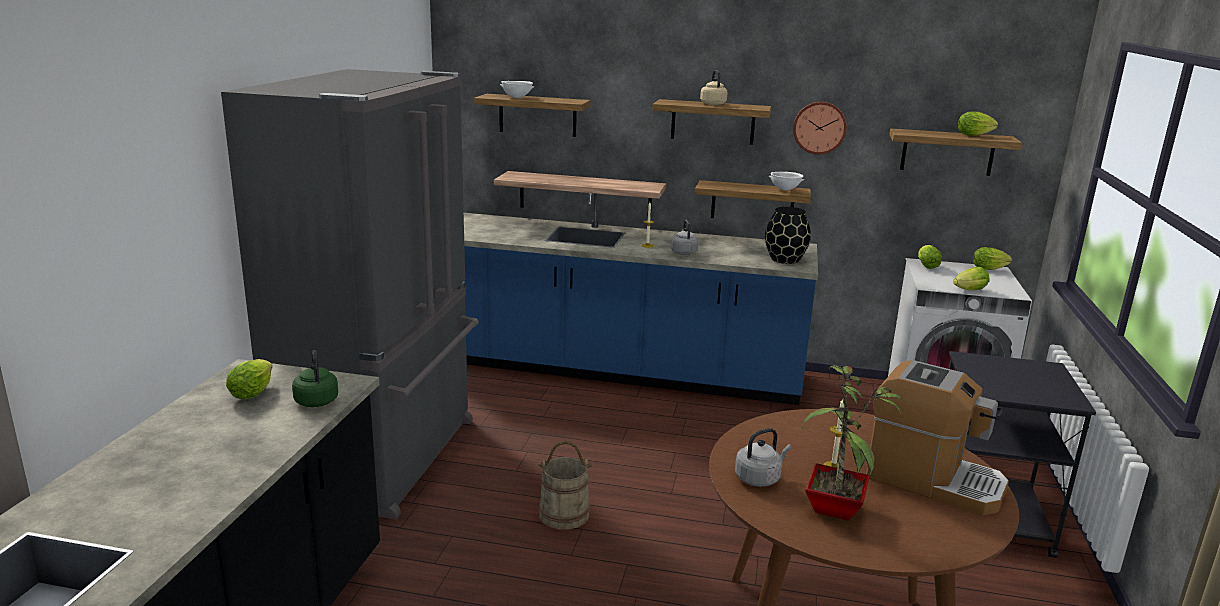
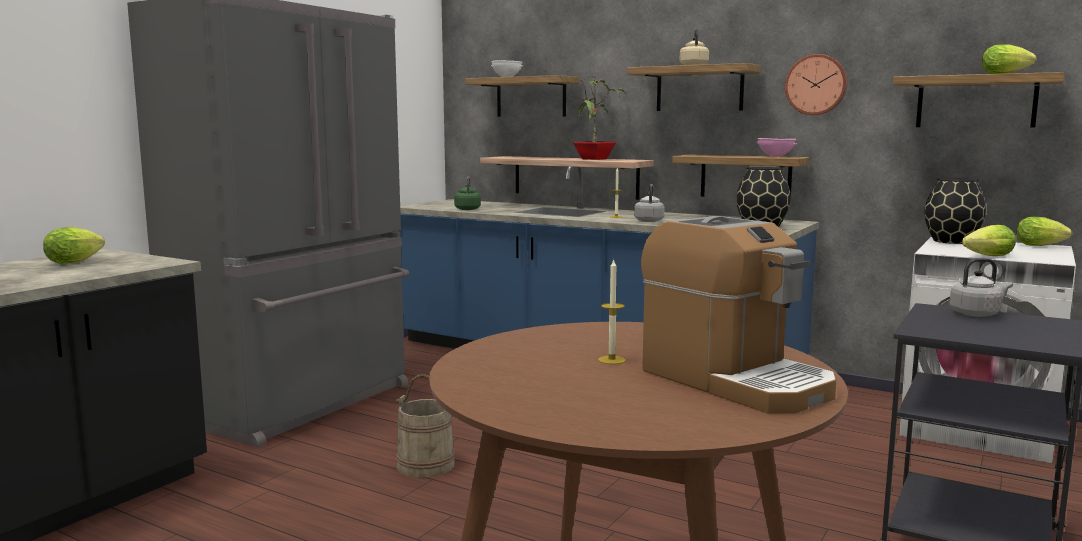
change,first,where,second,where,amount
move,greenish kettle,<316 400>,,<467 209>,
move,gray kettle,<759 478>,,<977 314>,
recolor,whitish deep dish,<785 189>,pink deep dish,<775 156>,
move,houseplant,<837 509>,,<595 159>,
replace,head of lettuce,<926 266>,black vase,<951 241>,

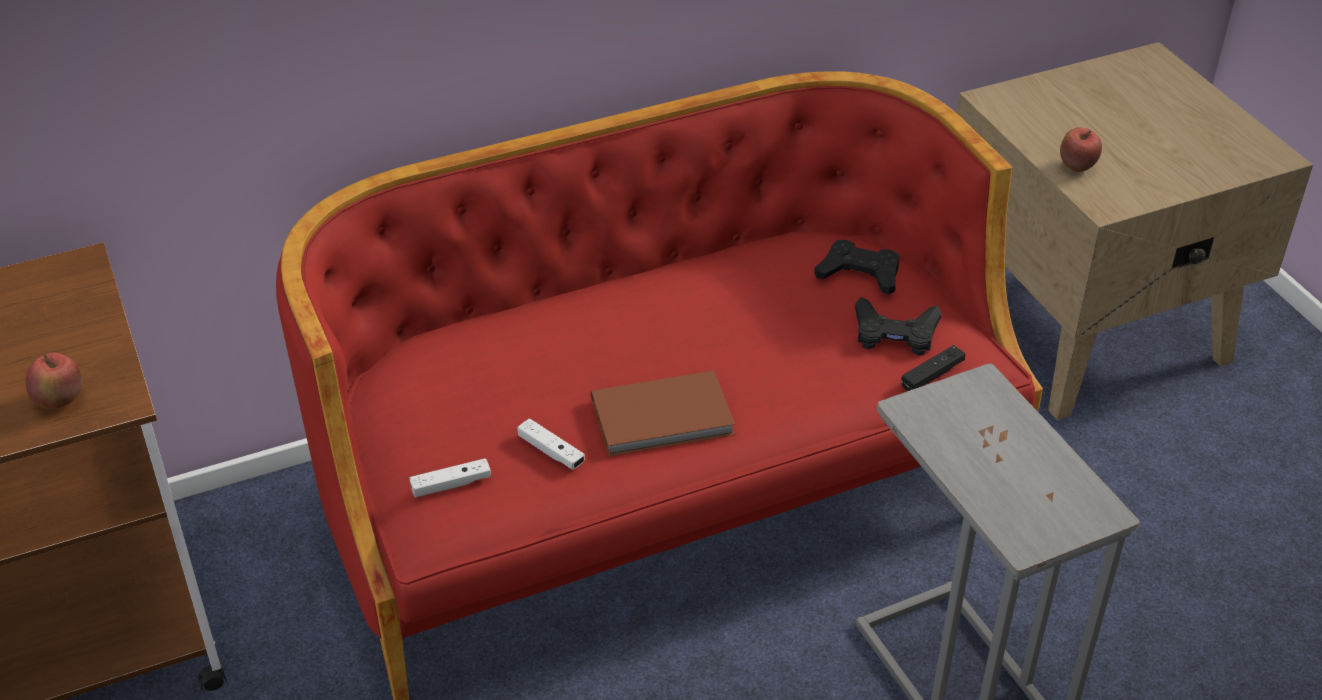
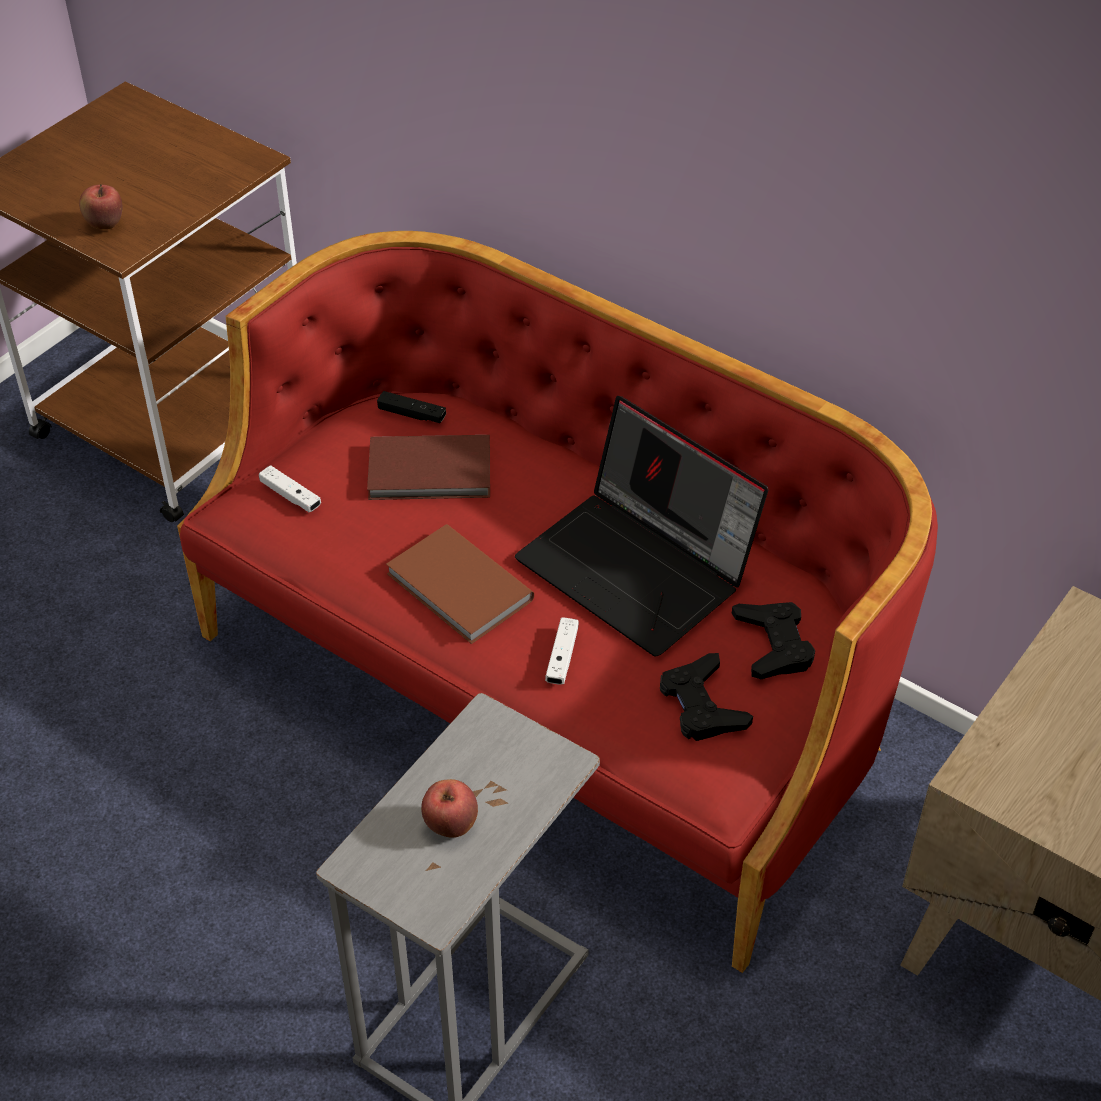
change,first,where,second,where,amount
move,whitish game controller,<551 451>,,<562 657>,
move,black game controller,<932 375>,,<412 414>,
move,apple fruit,<1076 167>,,<451 826>,
insert,,,brownish volume,<431 473>,
insert,,,portable computer,<639 568>,

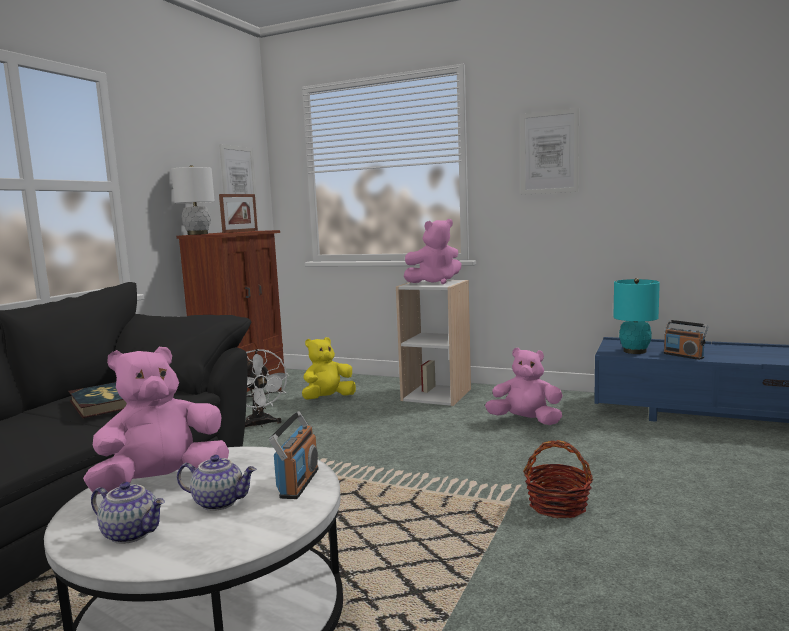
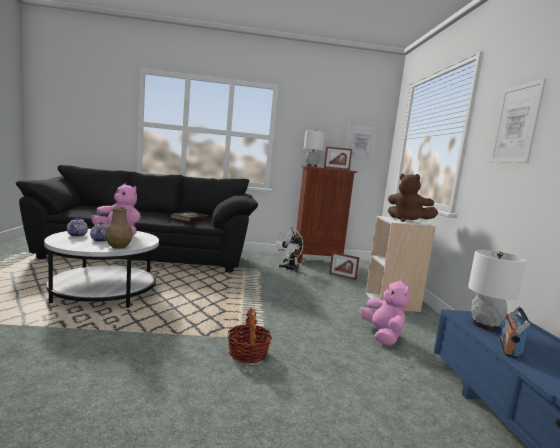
change,first,where,second,where,amount
replace,radio set,<298 483>,brownish vase,<119 247>,
replace,yellow-coloured cuddly toy,<328 399>,standing frame,<342 276>,
recolor,pink cuddly toy,<435 282>,brownish cuddly toy,<407 220>,
recolor,turquoise tabletop lamp,<635 351>,whitish tabletop lamp,<485 325>,

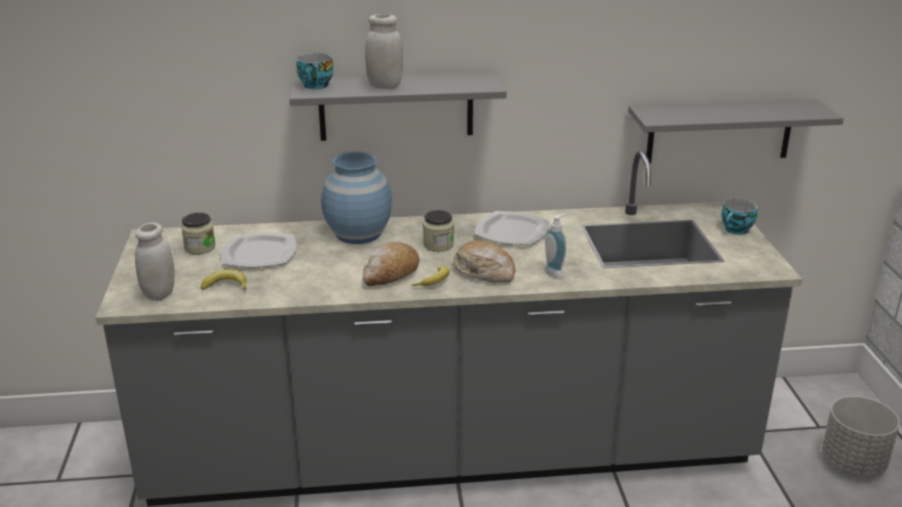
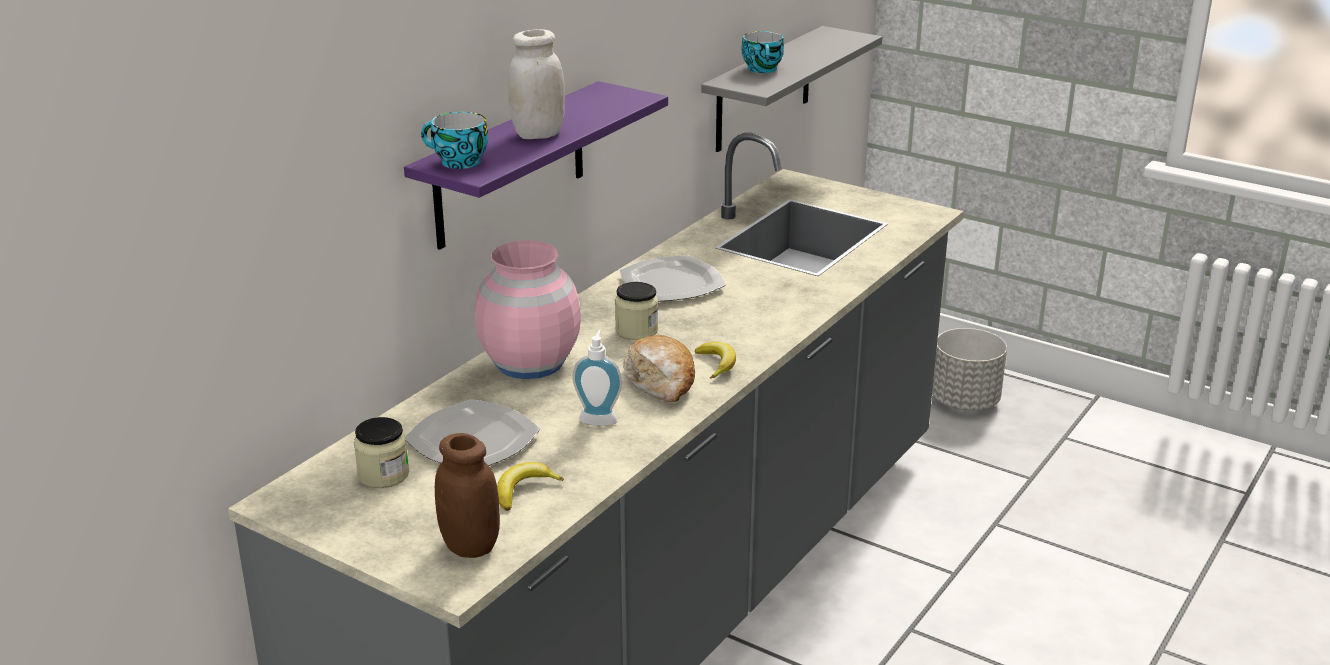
change,first,where,second,where,amount
recolor,whitish jar,<159 294>,brownish jar,<470 546>,
recolor,gray bracket shelf,<396 106>,purple bracket shelf,<510 165>,
recolor,bluish vase,<358 234>,pink vase,<530 363>,
delete,bread,<485 271>,,,
move,soap bottle,<556 273>,,<599 418>,
move,cup,<736 230>,,<763 69>,

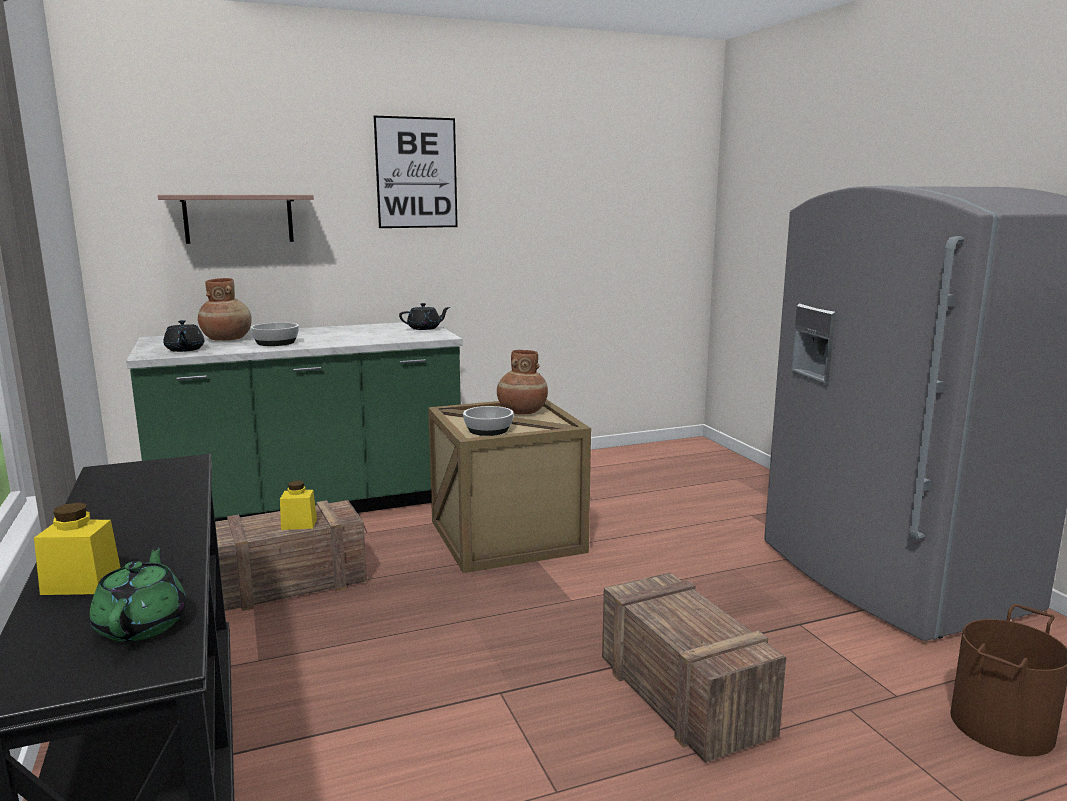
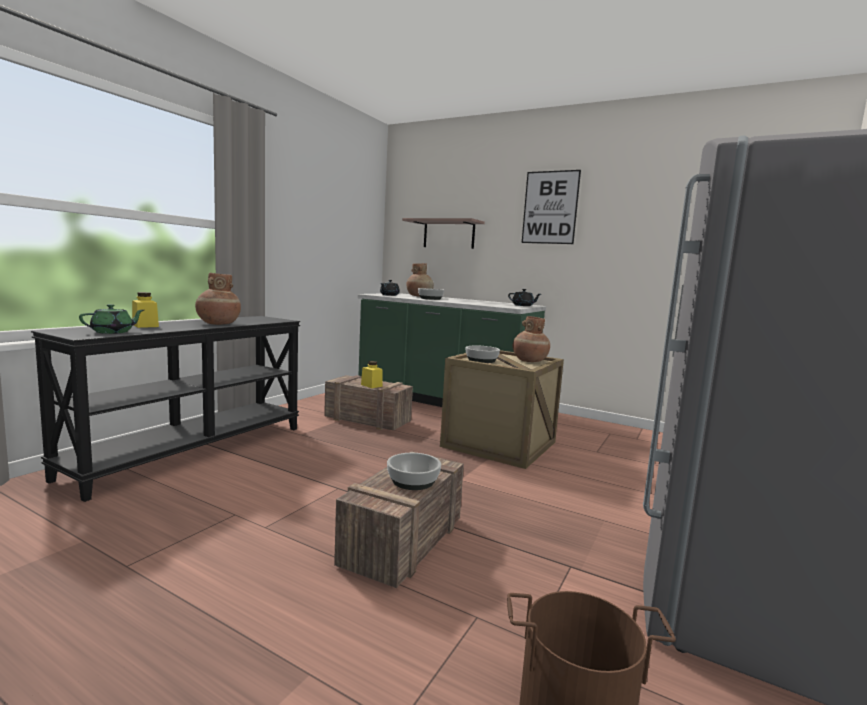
change,first,where,second,where,amount
insert,,,brownish vase,<218 324>,
insert,,,deep dish,<413 481>,

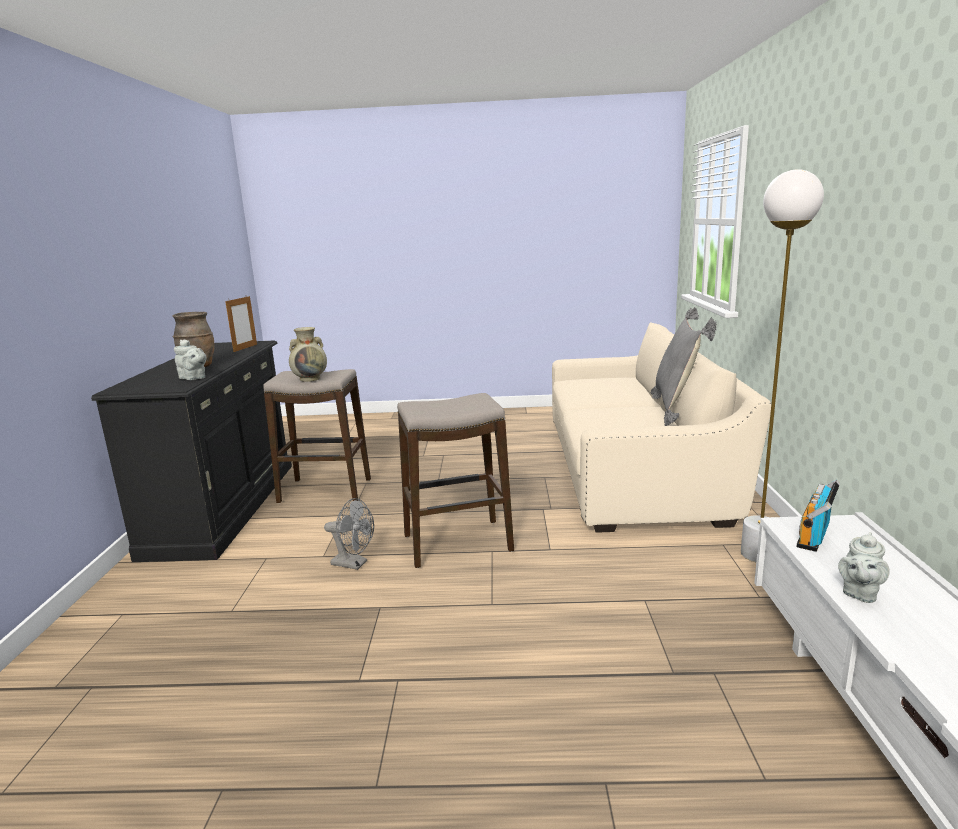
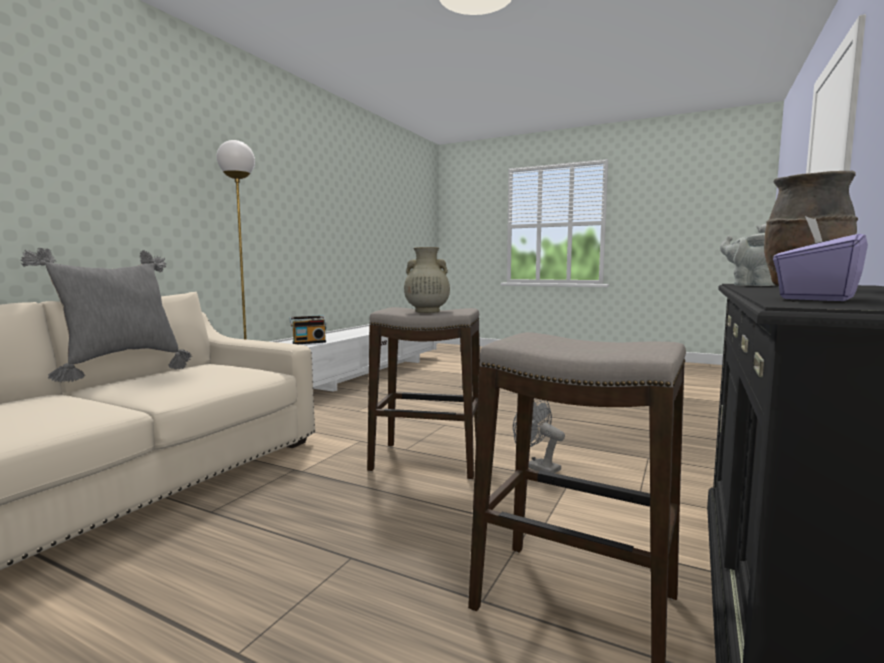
change,first,where,second,where,amount
replace,standing frame,<245 348>,purple box of tissues,<815 298>,
move,beige vase,<310 379>,,<426 311>,
delete,gray tea pot,<859 593>,,,

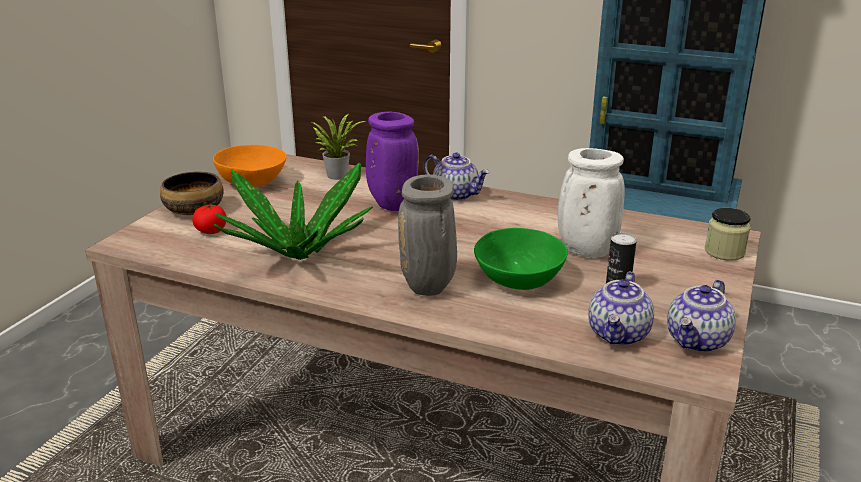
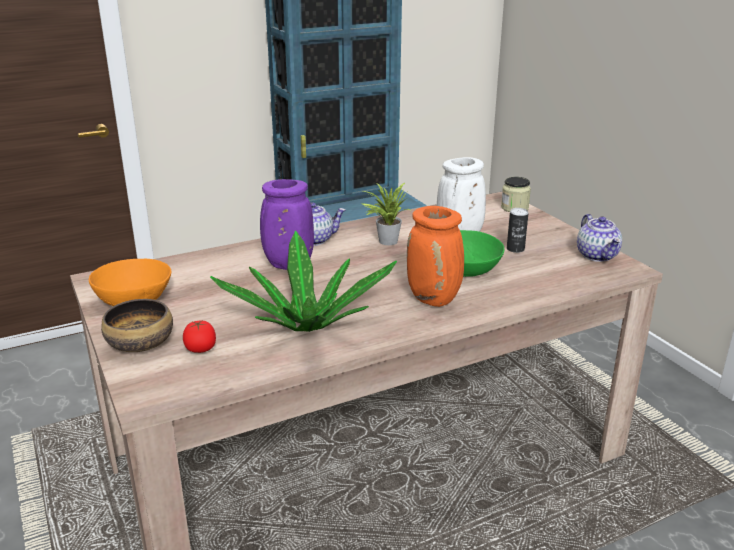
change,first,where,second,where,amount
move,houseplant,<337 174>,,<385 241>,
recolor,gray vase,<429 287>,orangey vase,<435 300>,
delete,tea pot,<619 334>,,,

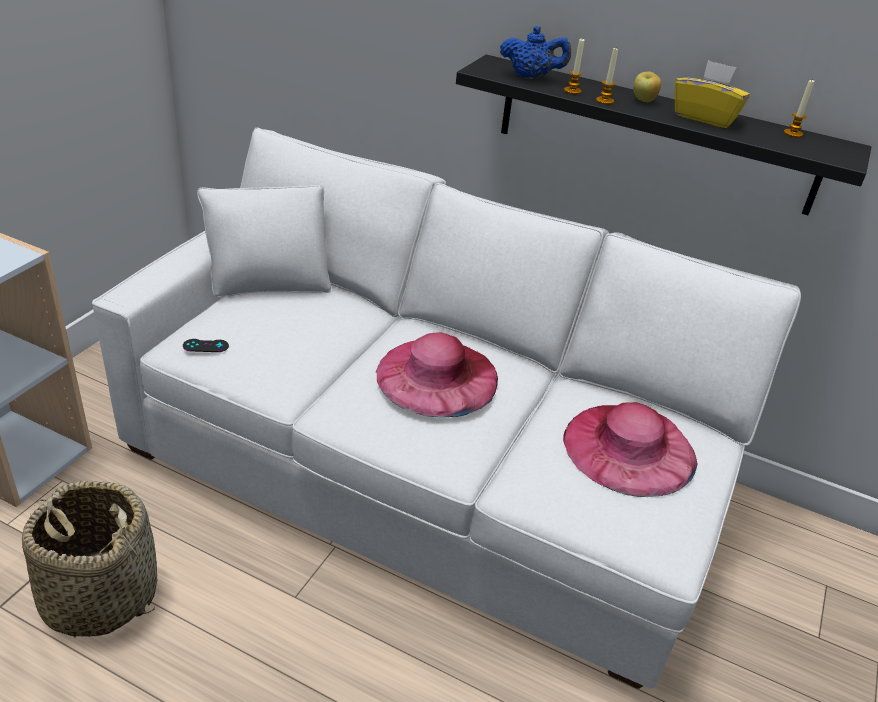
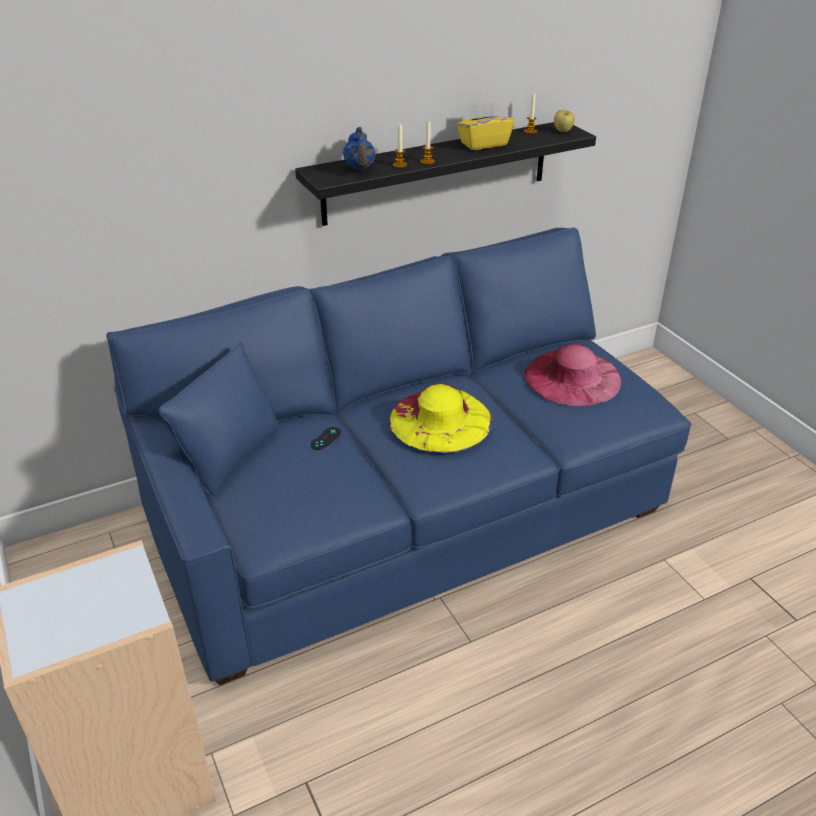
change,first,where,second,where,amount
delete,storage basket,<100 595>,,,
recolor,whitish sofa,<428 471>,bluish sofa,<408 512>,
move,black game controller,<205 346>,,<326 438>,
recolor,pink clothing hat,<437 376>,yellow-coloured clothing hat,<440 419>,
rotate,bluish tea pot,<531 77>,,<359 168>,120 degrees clockwise
move,apple fruit,<644 100>,,<562 131>,

